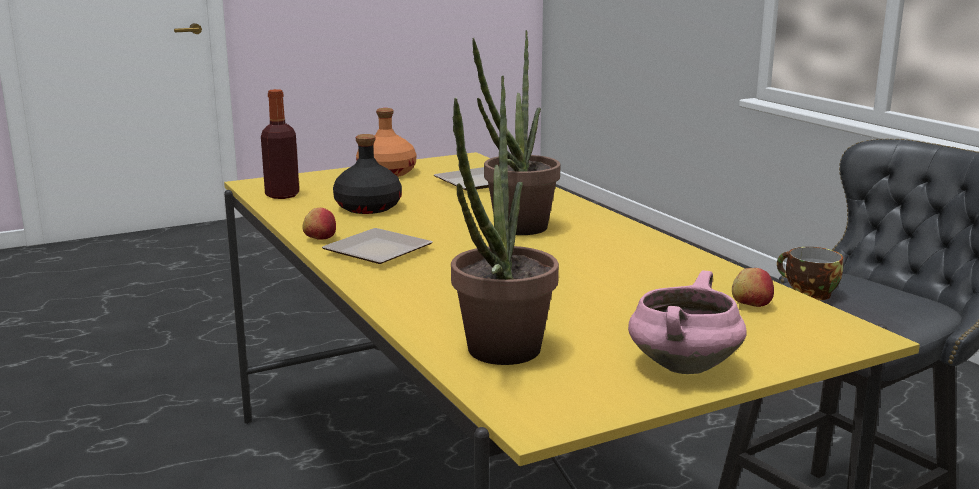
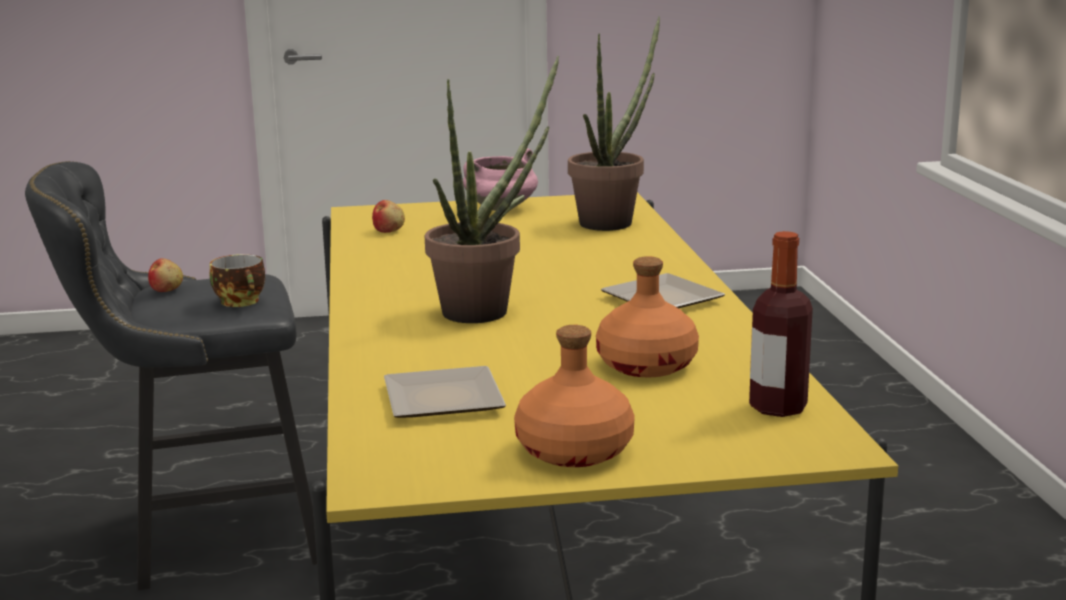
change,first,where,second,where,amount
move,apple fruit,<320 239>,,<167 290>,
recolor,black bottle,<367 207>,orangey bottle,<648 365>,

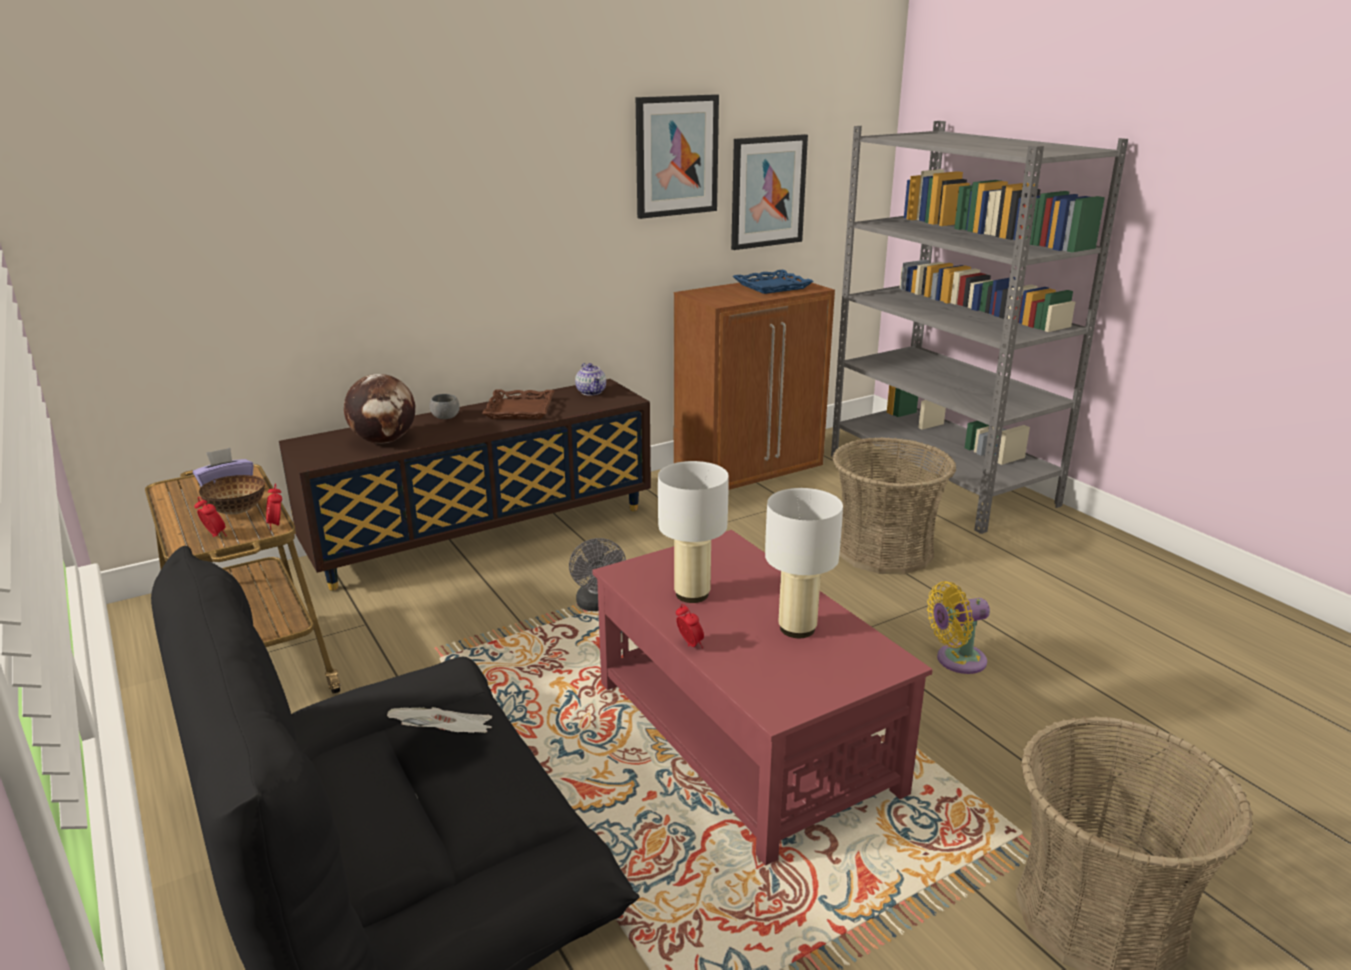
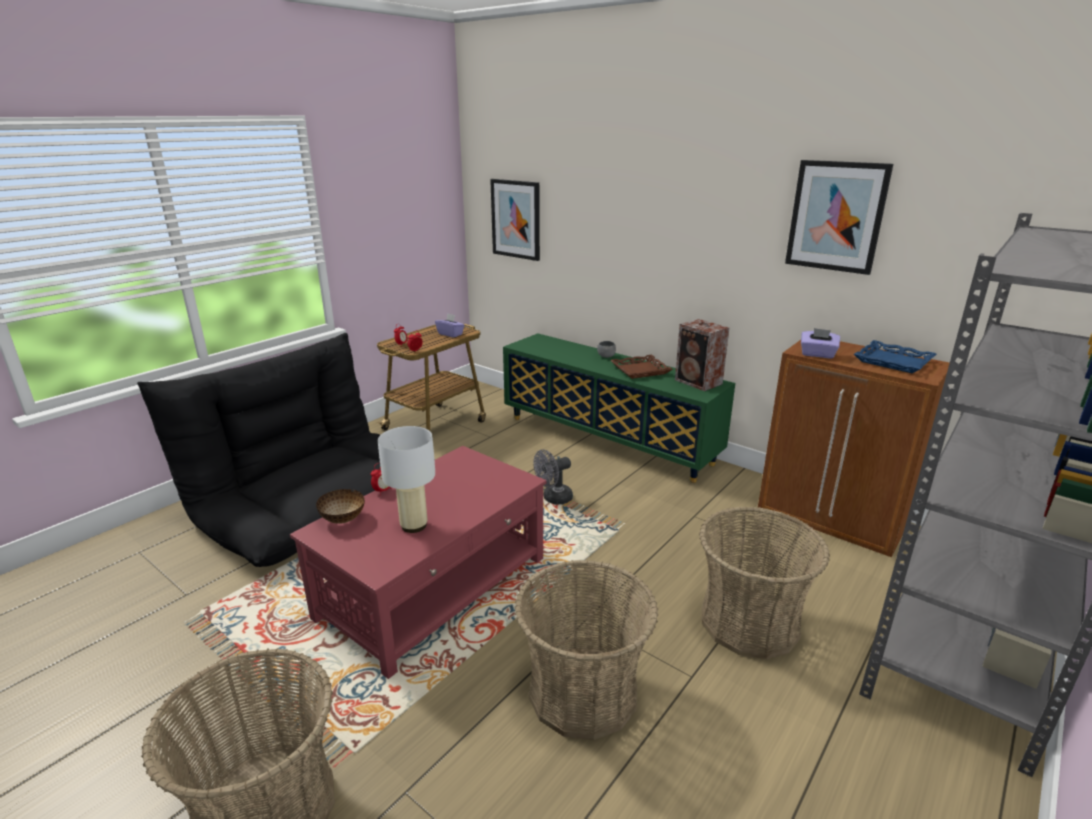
change,first,where,second,where,amount
move,deep dish,<238 511>,,<343 519>,
recolor,brownish media console,<485 534>,greenish media console,<608 440>,
delete,globe,<384 441>,,,
delete,daily paper,<448 741>,,,
replace,tea pot,<591 392>,speaker,<699 382>,
delete,whitish tabletop lamp,<691 594>,,,
move,picture,<767 191>,,<516 219>,
replace,yellow-coloured fan,<956 660>,storage basket,<583 692>,
insert,,,purple box of tissues,<817 354>,

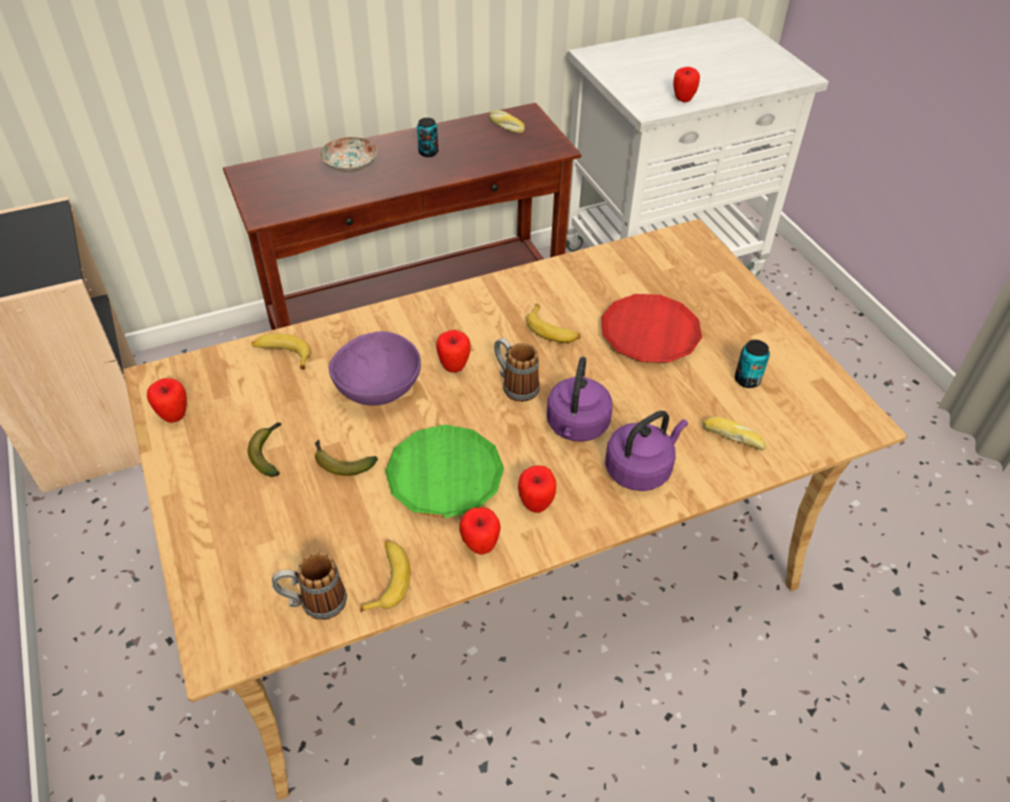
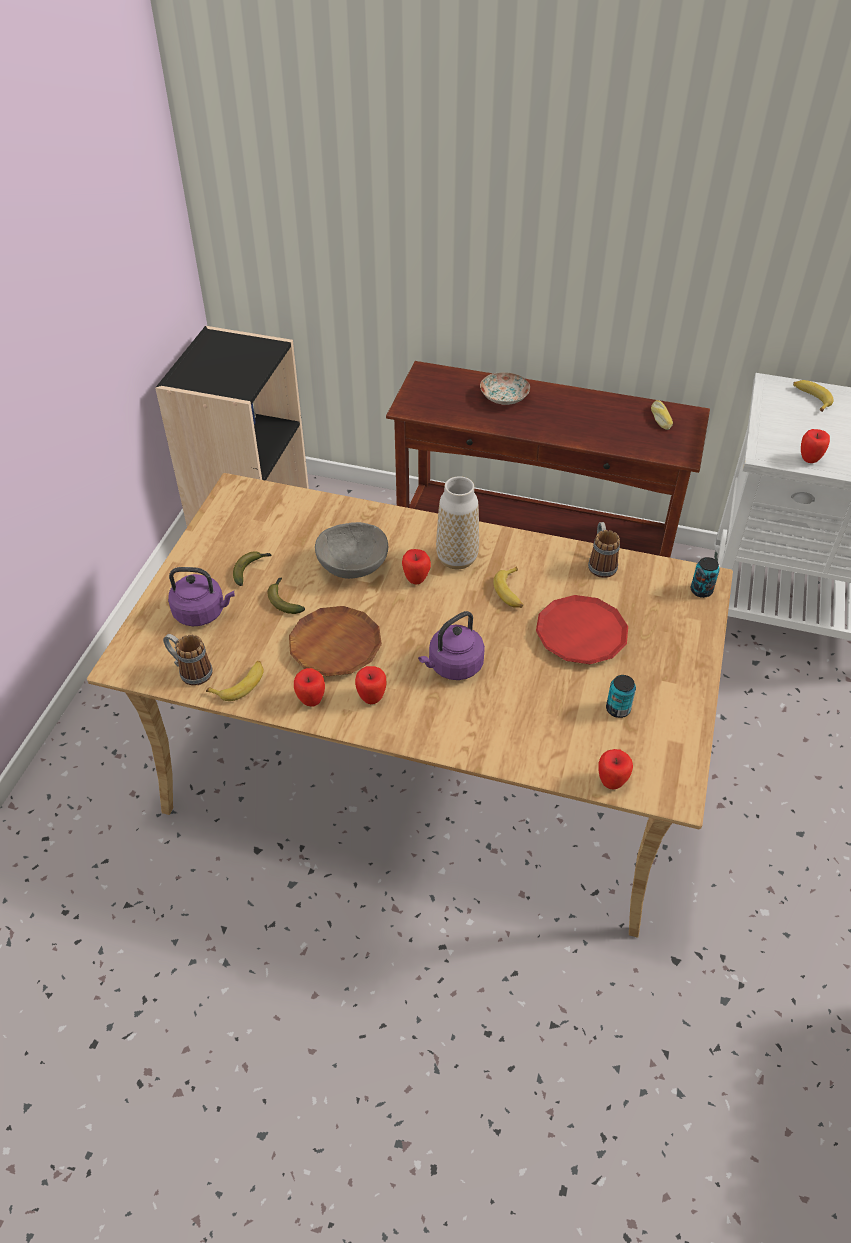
change,first,where,second,where,amount
move,apple fruit,<174 415>,,<611 782>,
move,banana,<282 354>,,<811 398>,
recolor,purple deep dish,<378 390>,gray deep dish,<352 567>,
recolor,greenish dinner plate,<445 476>,brownish dinner plate,<335 645>,
move,can,<428 152>,,<701 591>,
move,mug,<515 385>,,<600 563>,
move,purple kettle,<640 469>,,<202 613>,
delete,bread,<733 437>,,,
insert,,,vase,<457 559>,

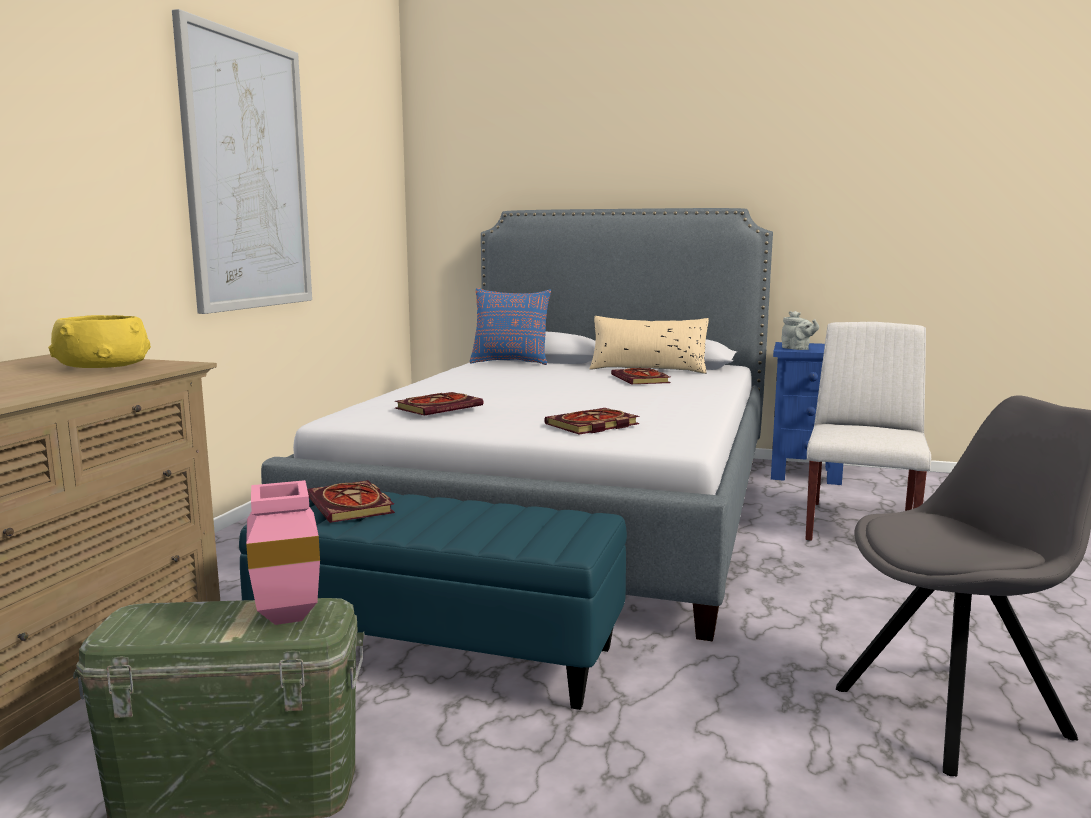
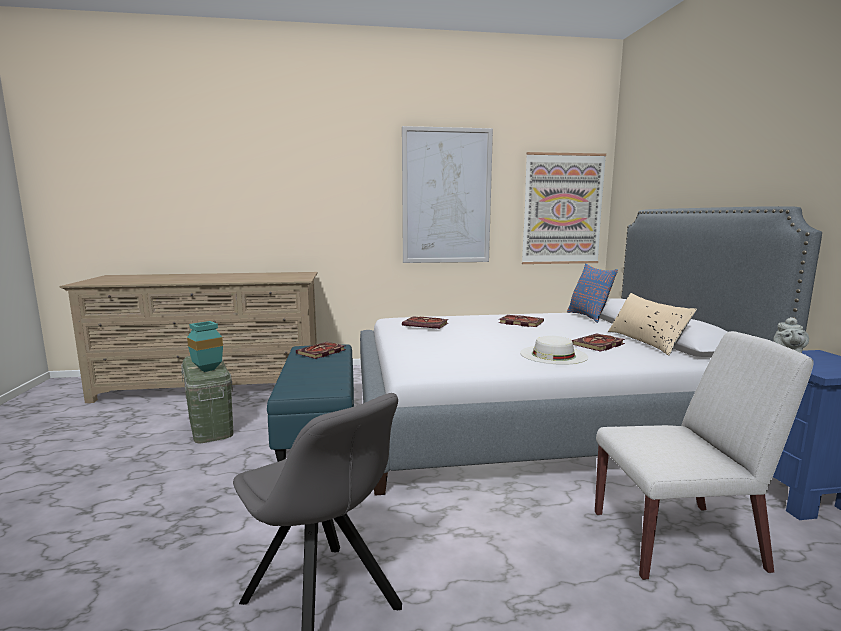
change,first,where,second,where,amount
delete,yellow-coloured deep dish,<102 367>,,,
recolor,pink vase,<284 615>,turquoise vase,<208 369>,
move,volume,<591 425>,,<519 323>,
insert,,,whitish clothing hat,<553 355>,
insert,,,picture,<562 209>,

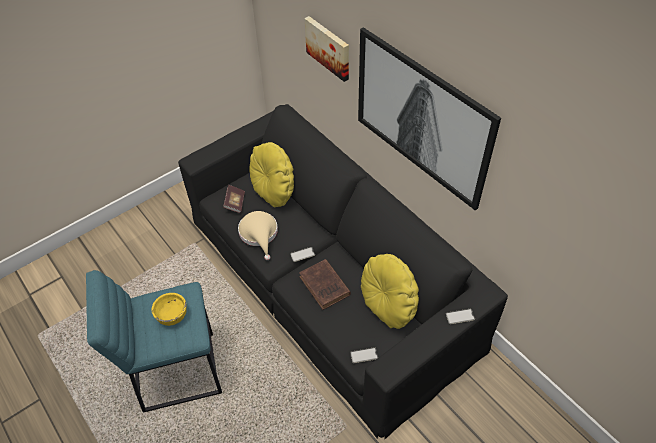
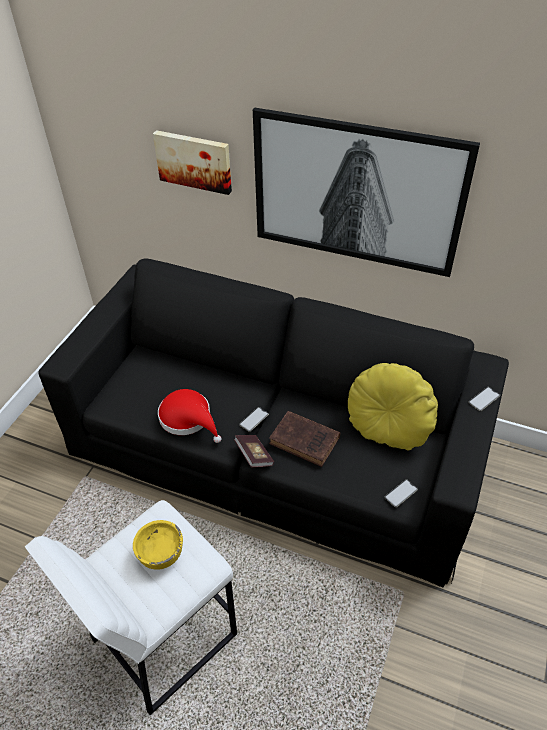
change,first,where,second,where,amount
recolor,bluish sitting stool,<176 372>,whitish sitting stool,<161 640>,
move,volume,<235 203>,,<254 456>,
recolor,beige clothing hat,<259 234>,reddish clothing hat,<188 419>,
delete,yellow-coloured cushion,<274 193>,,,

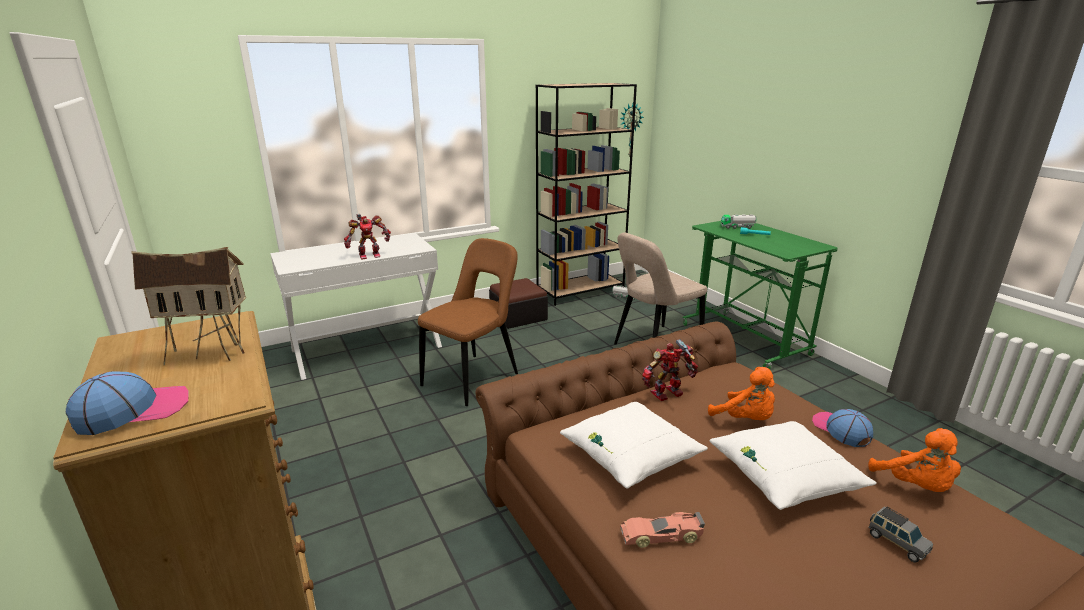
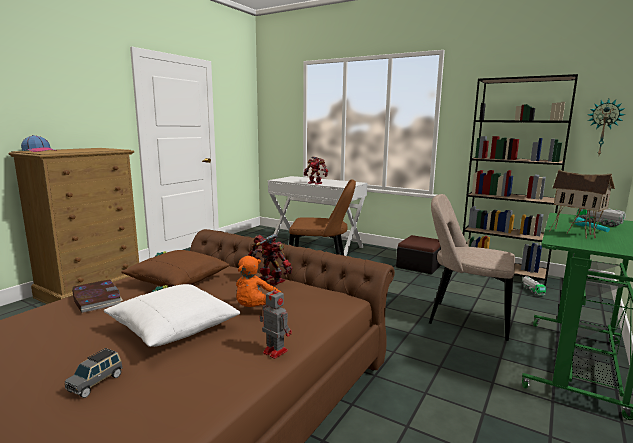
change,first,where,second,where,amount
move,model house,<211 352>,,<575 233>,
recolor,whitish cushion,<630 457>,brownish cushion,<178 282>,
replace,toy car,<661 535>,volume,<96 298>,
replace,baseball cap,<840 430>,robot figure,<274 351>,
delete,orangey cuddly toy,<915 486>,,,

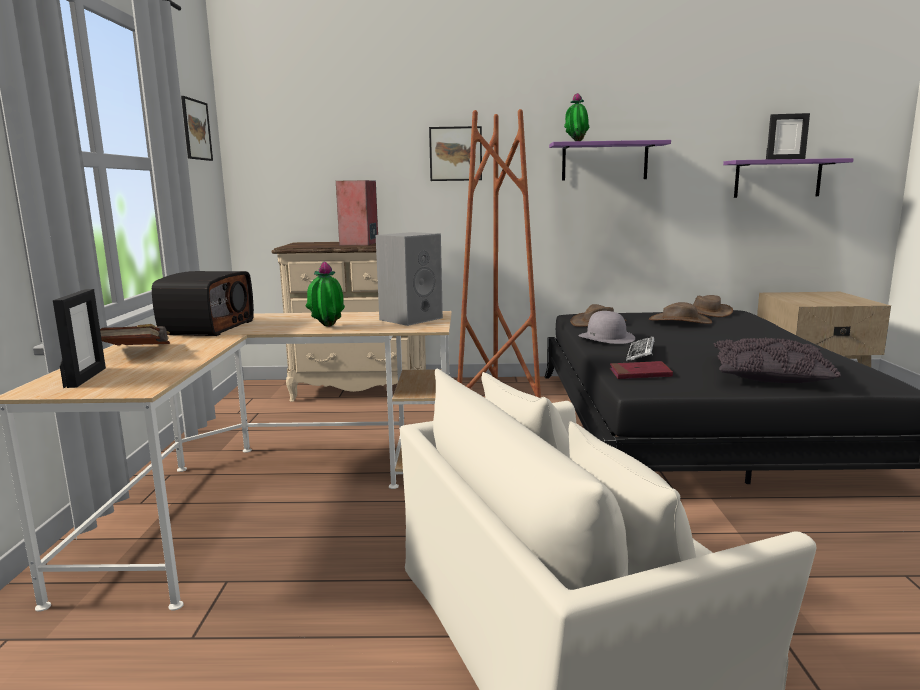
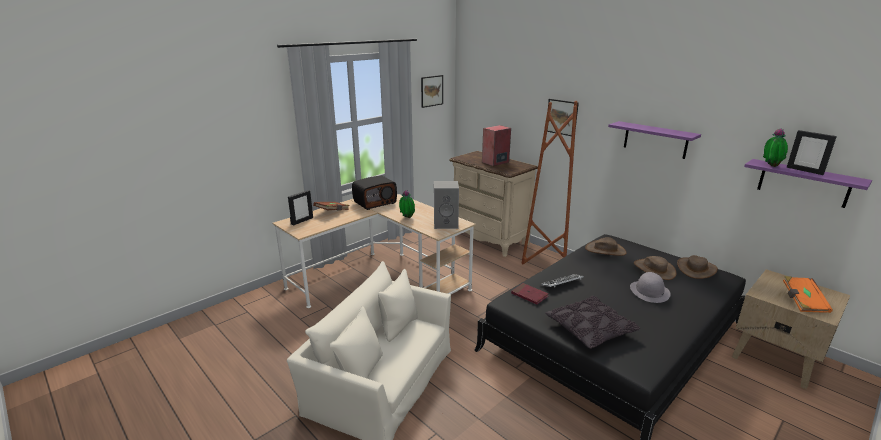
change,first,where,second,where,amount
move,houseplant,<576 142>,,<770 166>,
move,gray clothing hat,<606 337>,,<649 291>,
insert,,,orangey volume,<803 302>,

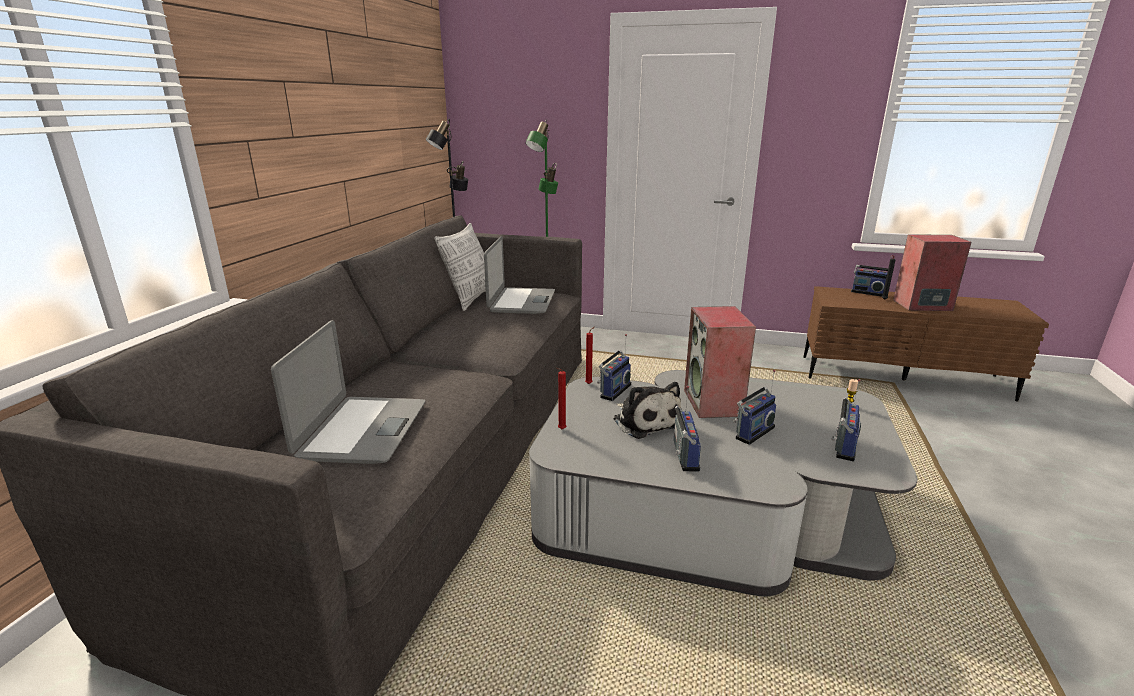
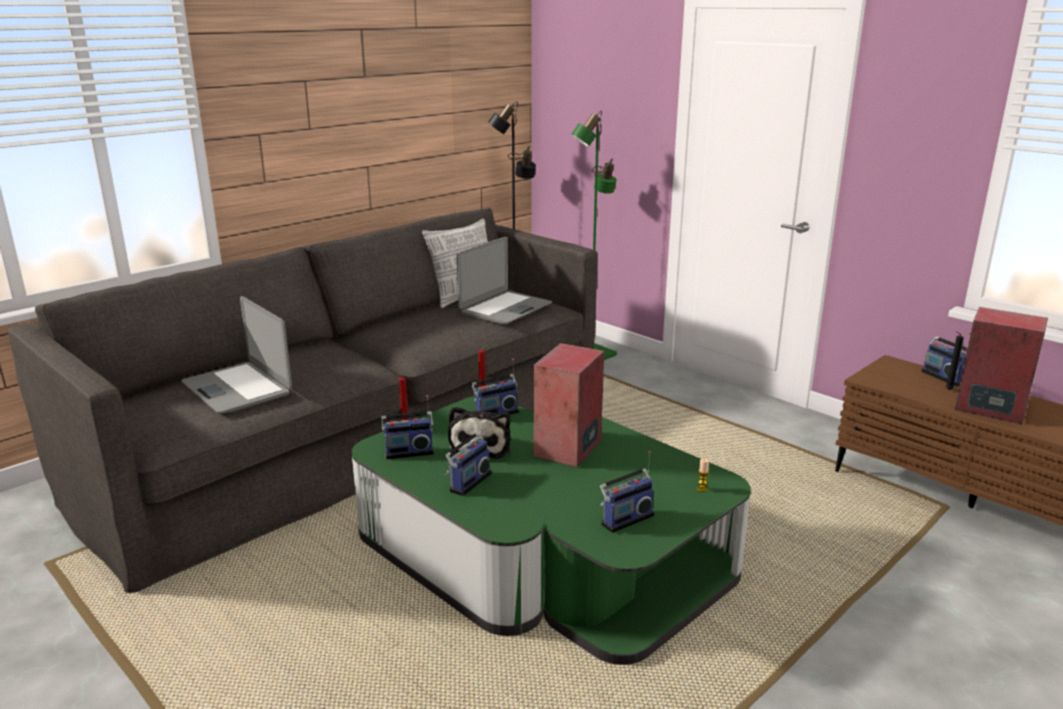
change,first,where,second,where,amount
rotate,portable computer,<362 430>,,<238 388>,105 degrees clockwise
recolor,gray low table,<708 504>,greenish low table,<542 551>,
move,radio set,<752 432>,,<409 452>,

